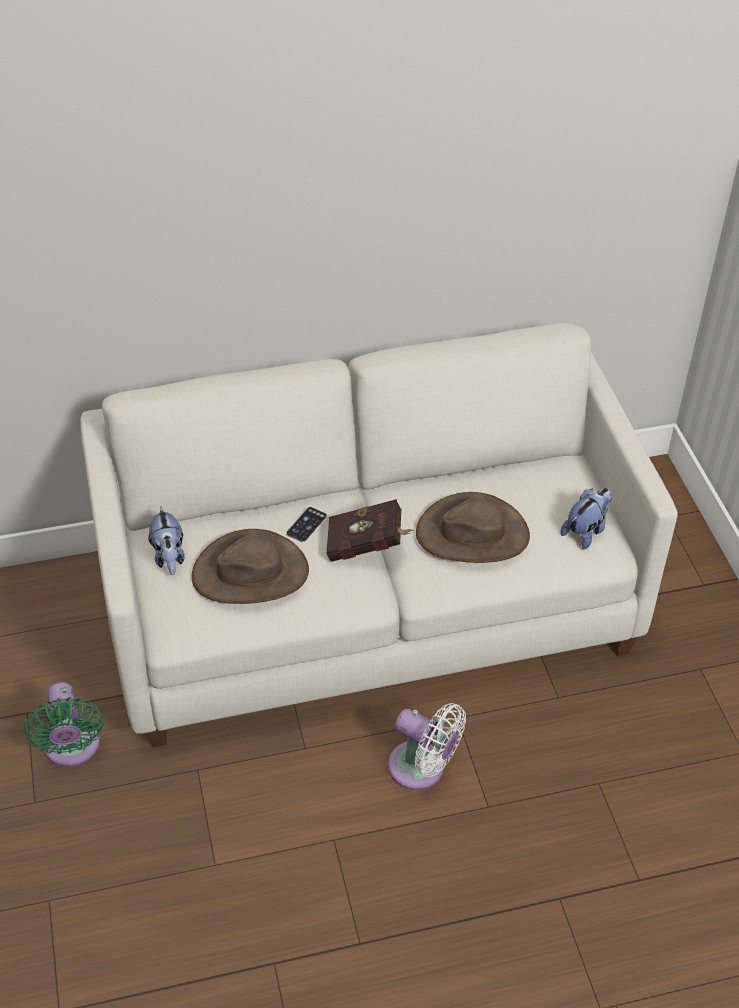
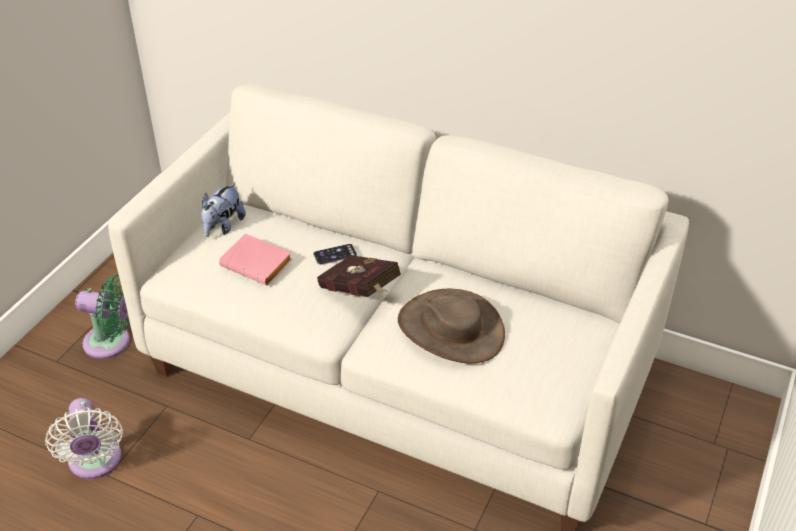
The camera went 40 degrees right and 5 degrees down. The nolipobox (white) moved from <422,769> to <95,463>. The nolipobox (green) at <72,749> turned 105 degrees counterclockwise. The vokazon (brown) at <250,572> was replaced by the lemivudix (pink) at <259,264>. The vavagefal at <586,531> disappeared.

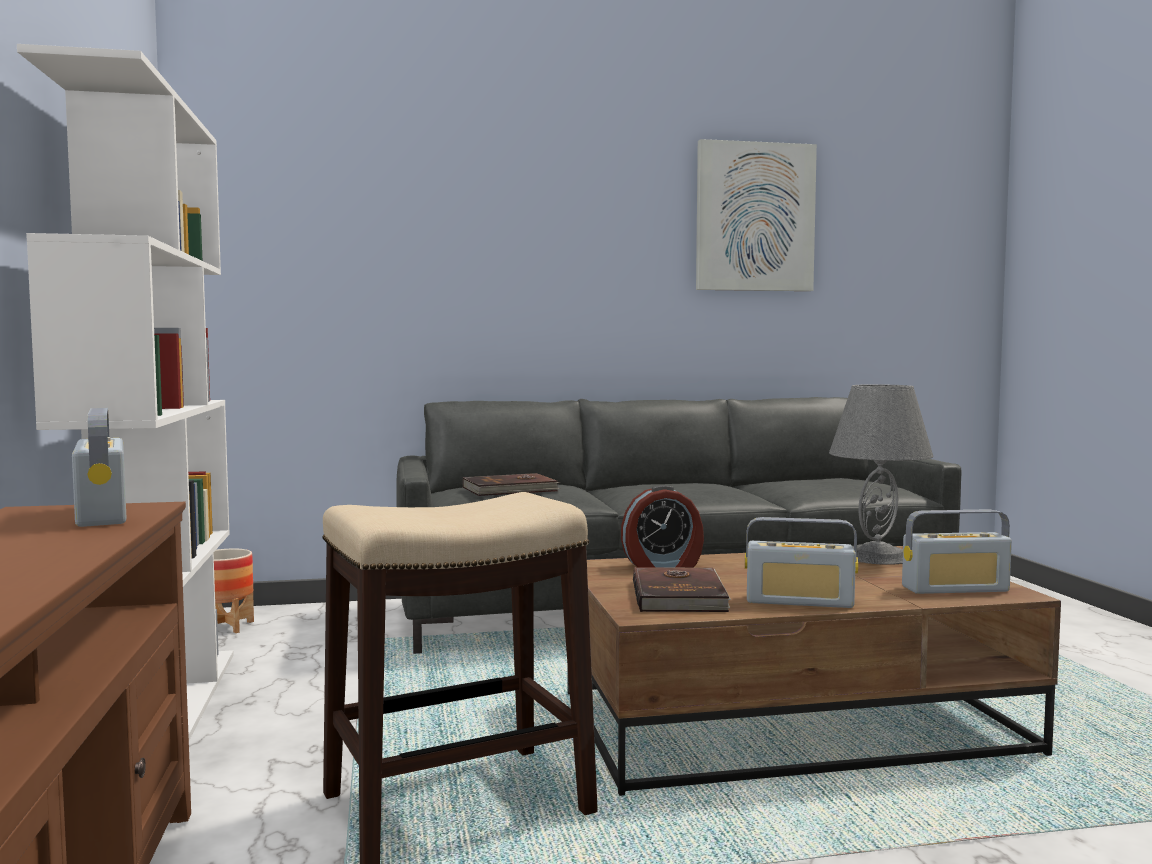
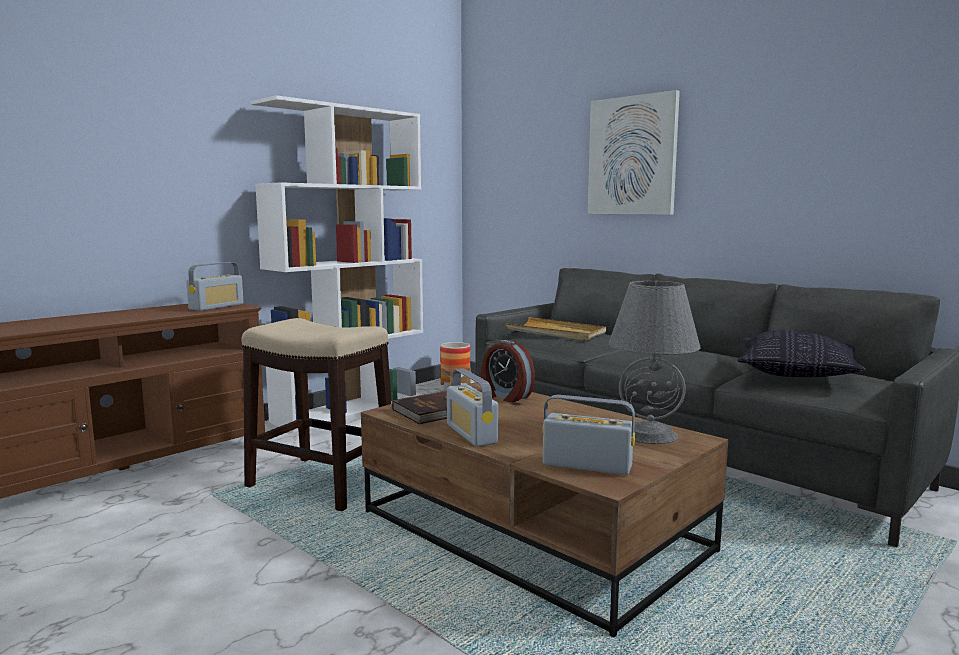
The camera went 55 degrees right and 5 degrees up. The lemivudix (brown) at <511,489> was replaced by the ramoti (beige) at <556,332>. The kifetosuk at <955,589> turned 150 degrees clockwise. The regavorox moved from <754,217> to <632,156>. The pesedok at <796,373> appeared.

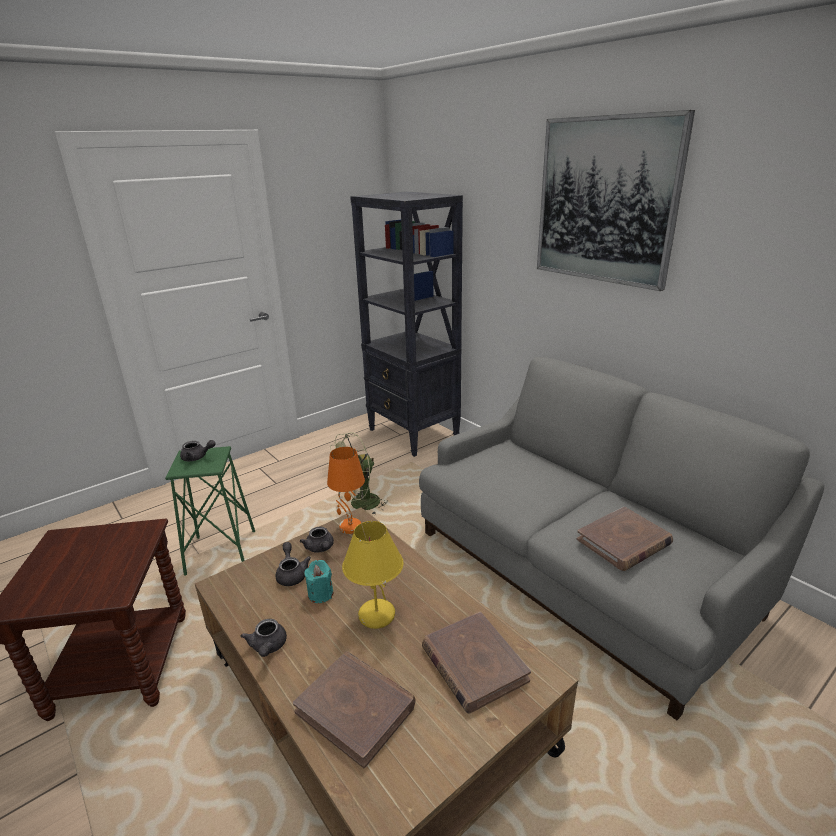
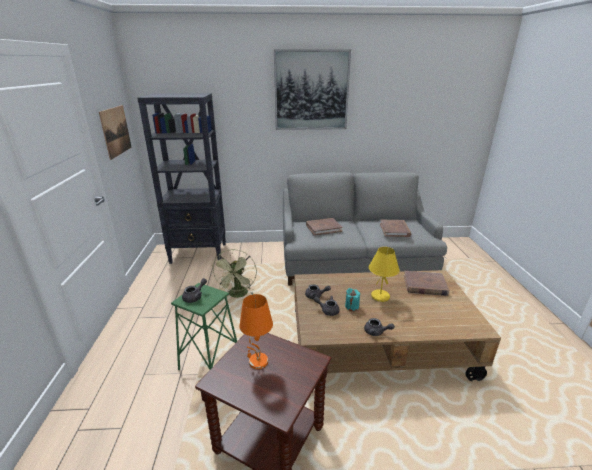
The camera went 55 degrees left and 0 degrees up. The regavorox at <116,131> appeared. The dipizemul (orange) moved from <349,527> to <258,362>. The lemivudix (brown) moved from <356,708> to <323,228>.

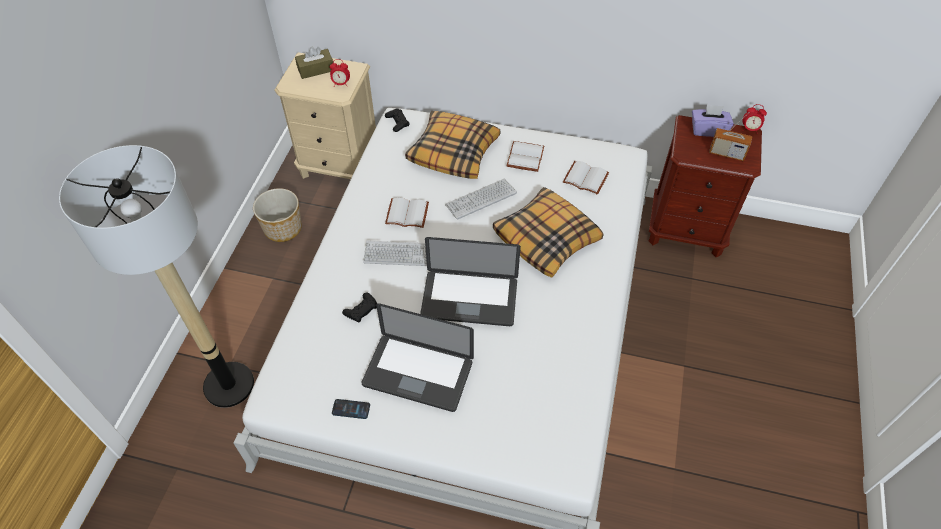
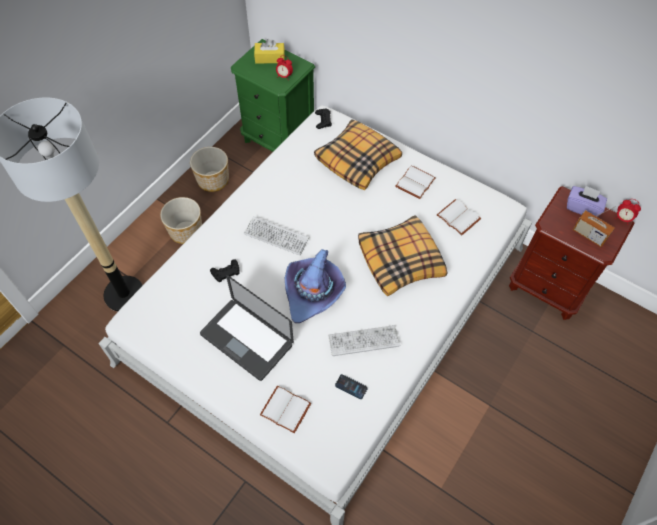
The camera went 20 degrees right and 5 degrees up. The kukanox at <185,231> appeared. The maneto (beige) at <339,165> became the maneto (green) at <278,140>. The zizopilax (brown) at <316,69> became the zizopilax (yellow) at <270,58>. The lemivudix (white) moved from <408,213> to <287,409>. The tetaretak at <469,299> was replaced by the vokazon (purple) at <313,292>. The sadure moved from <481,199> to <363,341>. The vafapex moved from <351,409> to <351,387>.

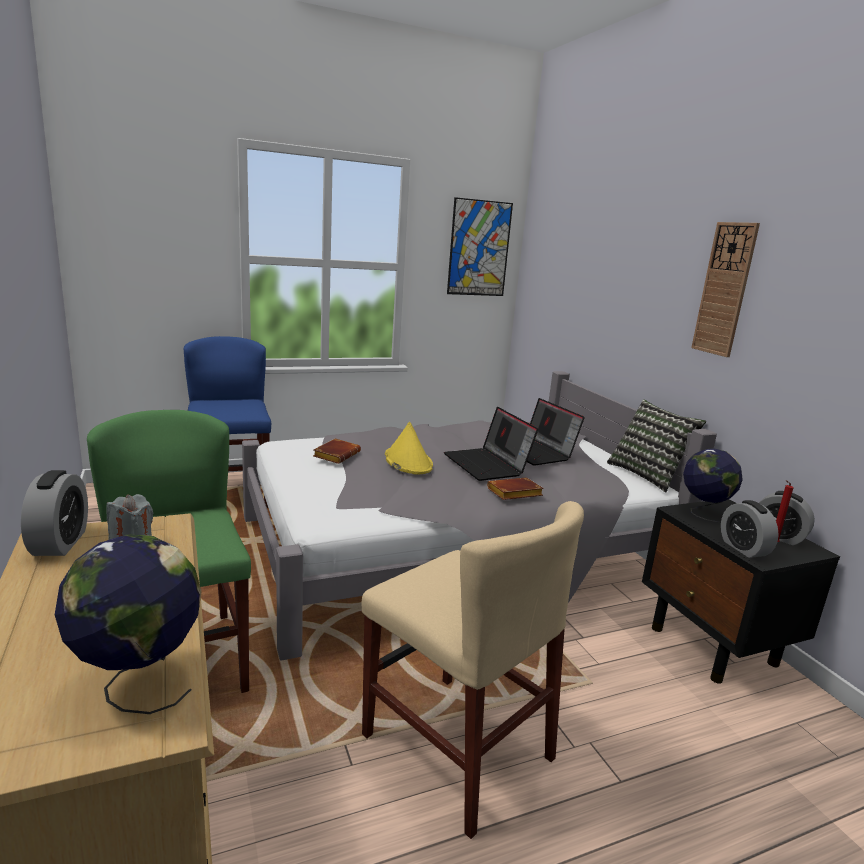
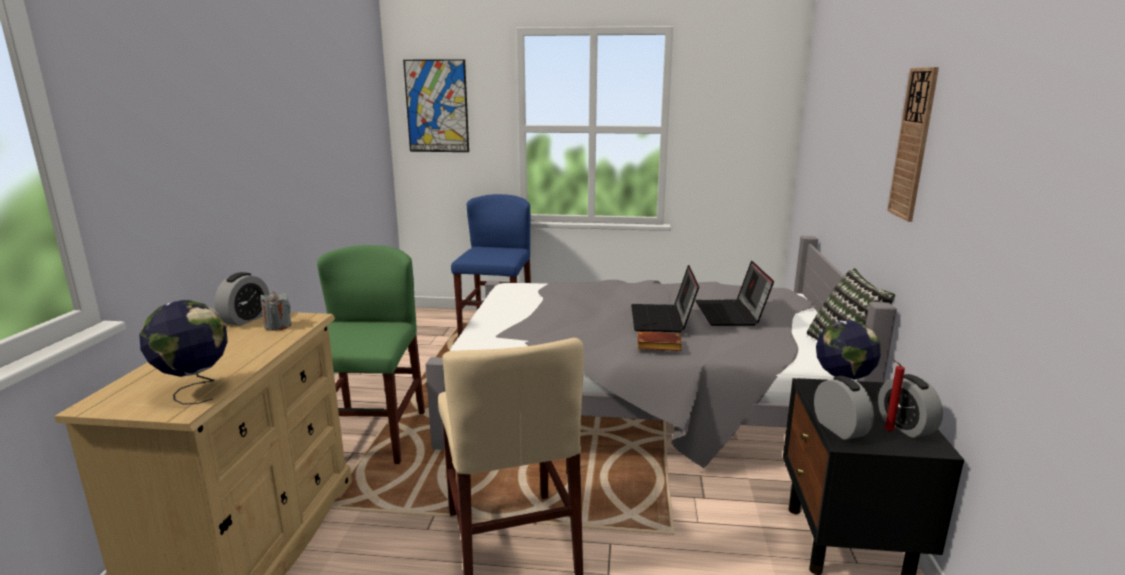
The camera went 30 degrees right and 0 degrees up. The regavorox moved from <479,248> to <437,106>. The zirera at <743,548> turned 150 degrees clockwise. The lemivudix (brown) at <336,455> disappeared. The vokazon (yellow) at <407,461> disappeared.

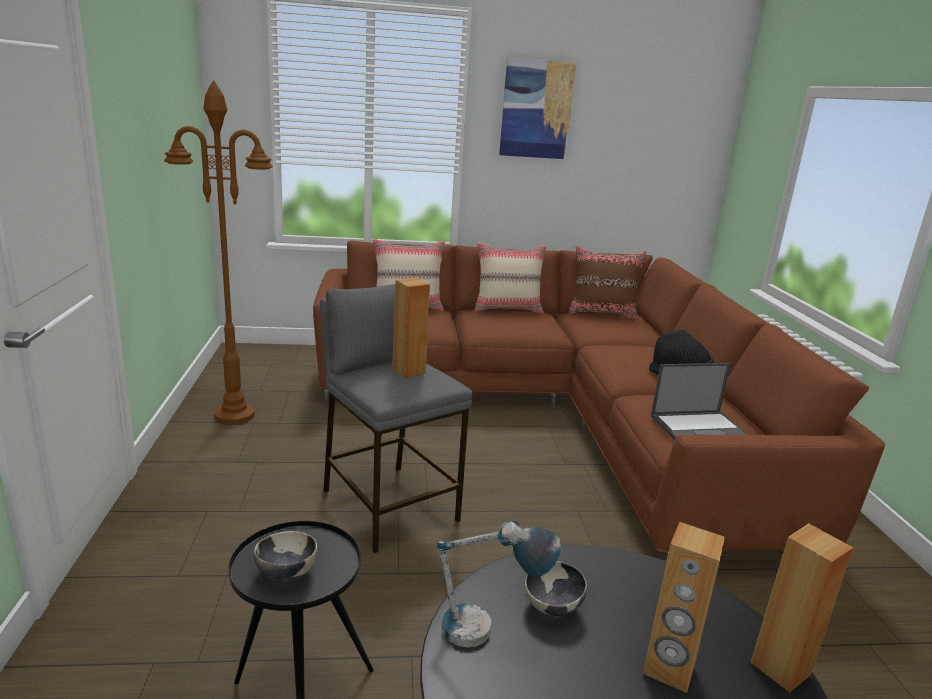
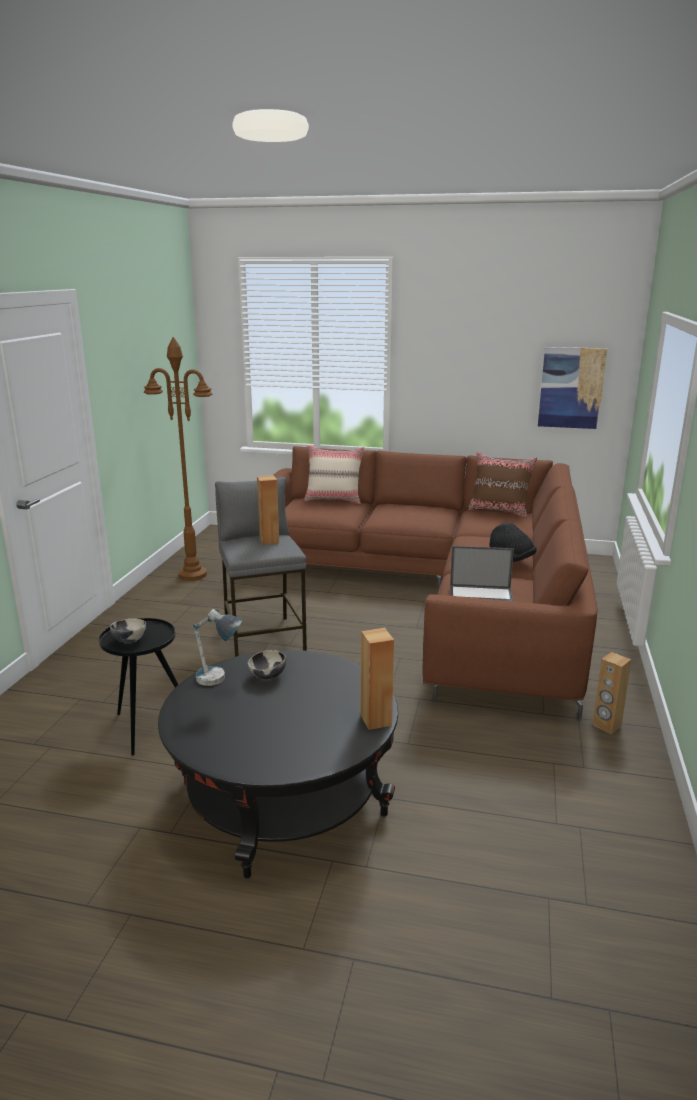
The camera went 20 degrees right and 0 degrees up. The regavorox moved from <536,109> to <571,388>. The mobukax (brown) moved from <668,670> to <606,726>. The pesedok (beige) at <508,309> disappeared.

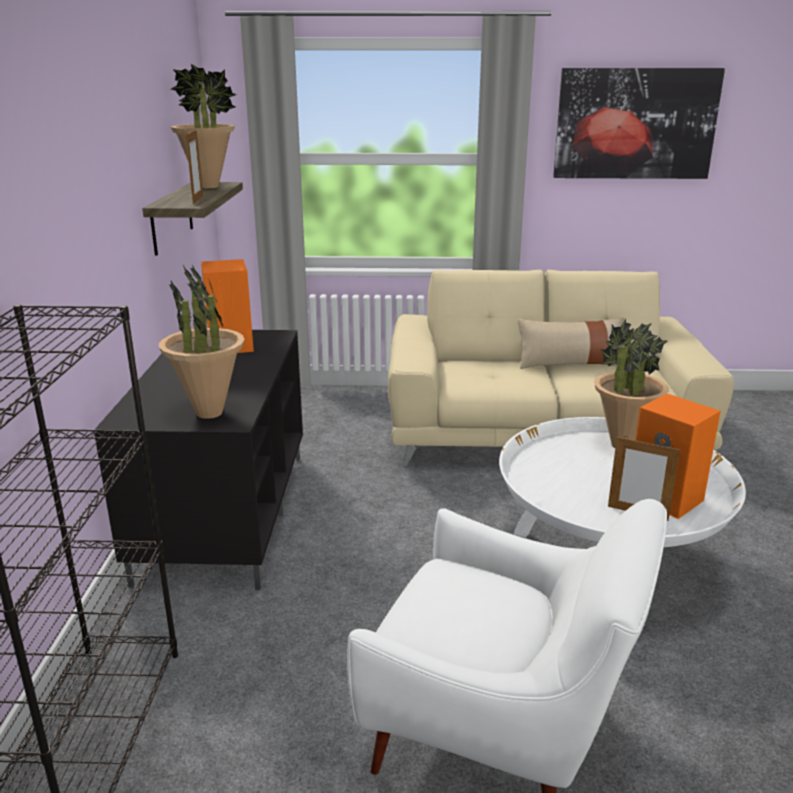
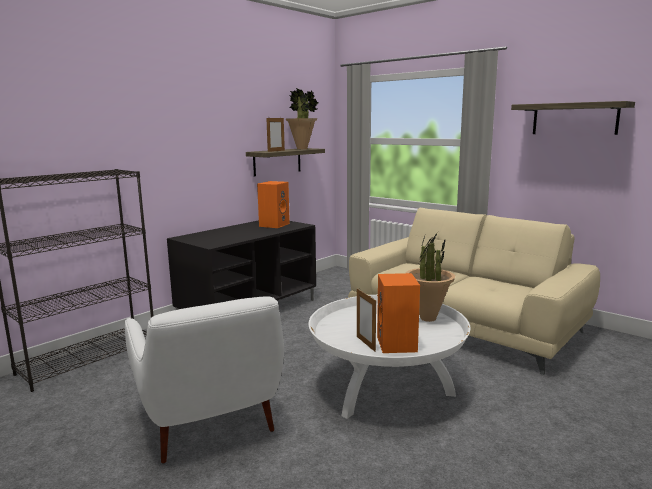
The camera went 40 degrees right and 10 degrees down. The regavorox at <635,124> was replaced by the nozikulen at <574,119>. The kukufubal at <210,413> disappeared. The pesedok (beige) at <570,363> disappeared.

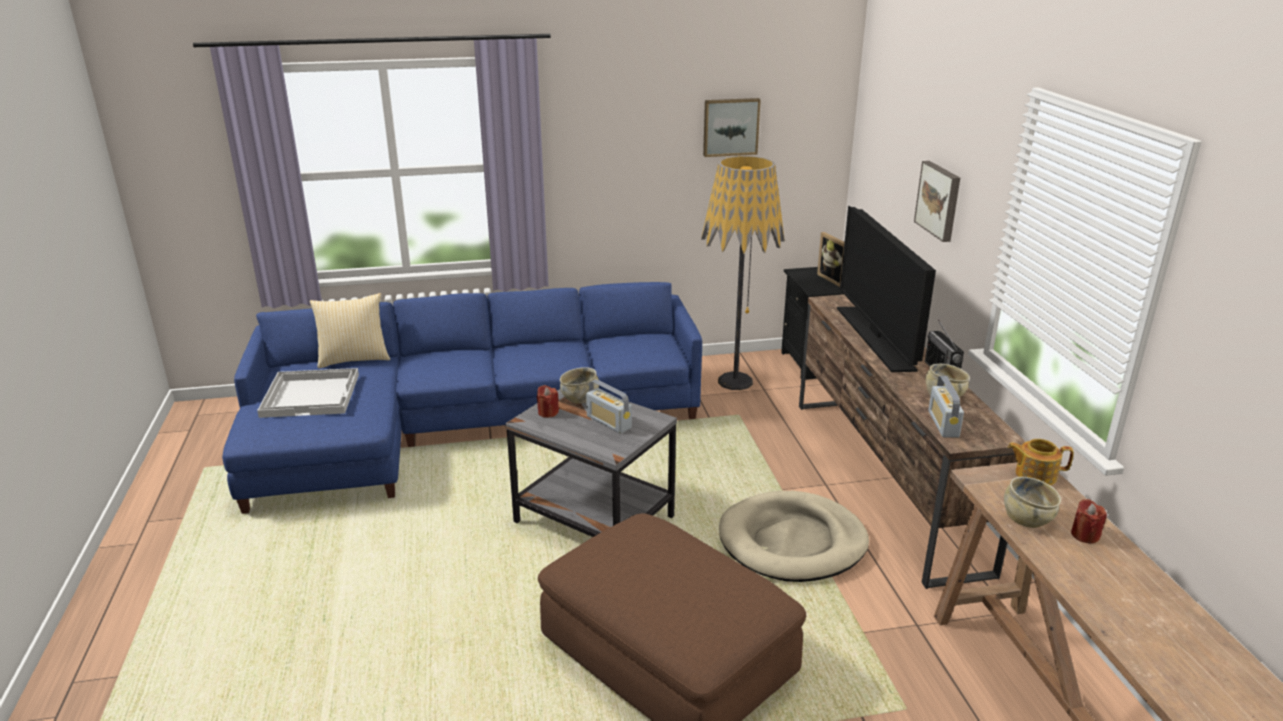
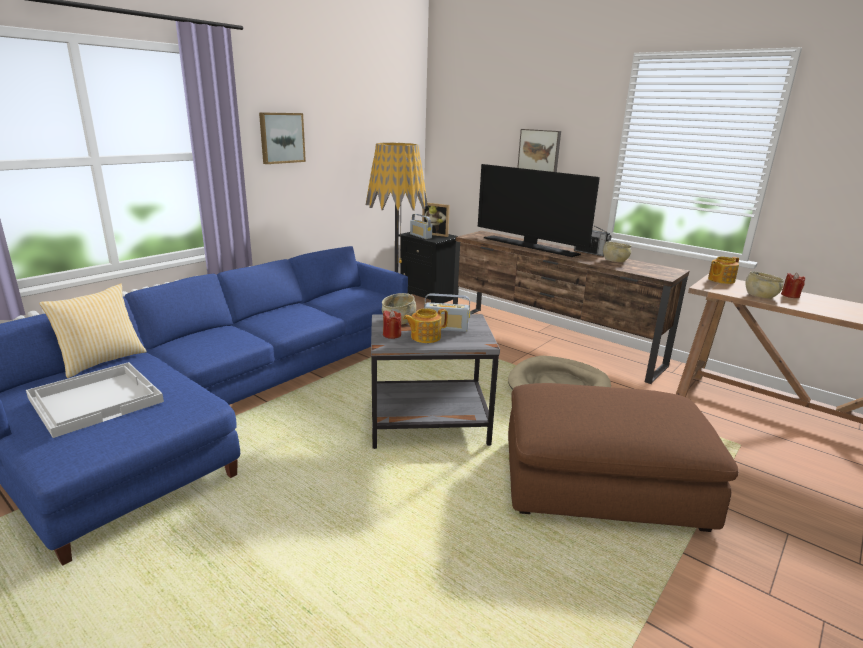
The camera went 40 degrees left and 5 degrees down. The regavorox moved from <730,127> to <281,138>. The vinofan at <425,337> appeared. The kifetosuk moved from <943,424> to <420,236>.

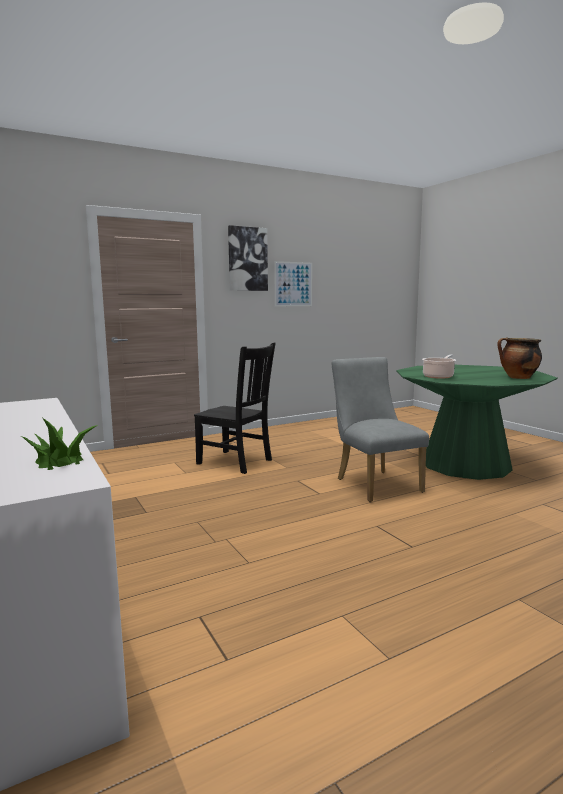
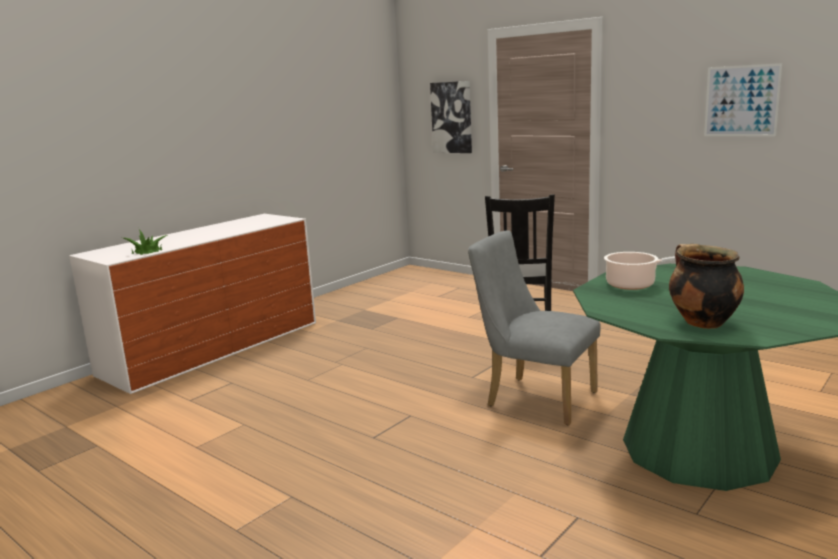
The camera went 70 degrees right and 5 degrees up. The regavorox moved from <247,259> to <452,117>. The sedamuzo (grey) at <374,483> turned 105 degrees counterclockwise.

